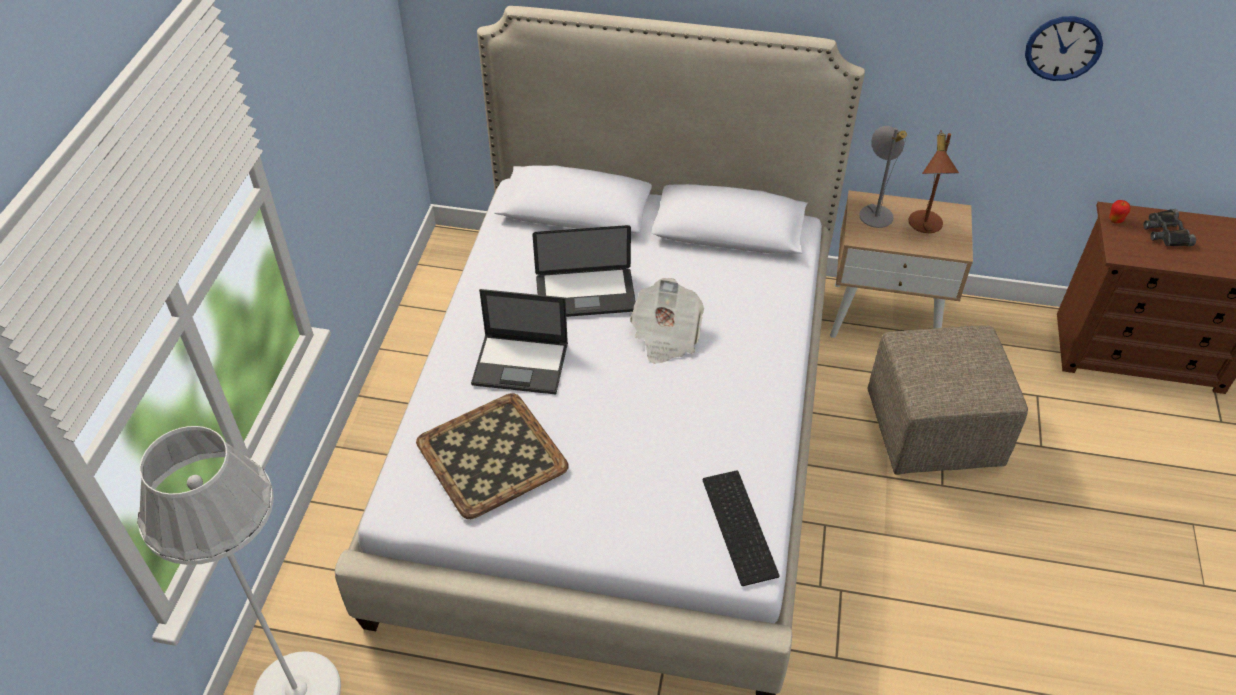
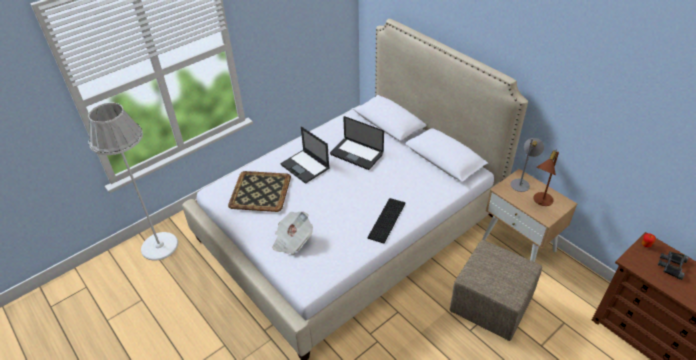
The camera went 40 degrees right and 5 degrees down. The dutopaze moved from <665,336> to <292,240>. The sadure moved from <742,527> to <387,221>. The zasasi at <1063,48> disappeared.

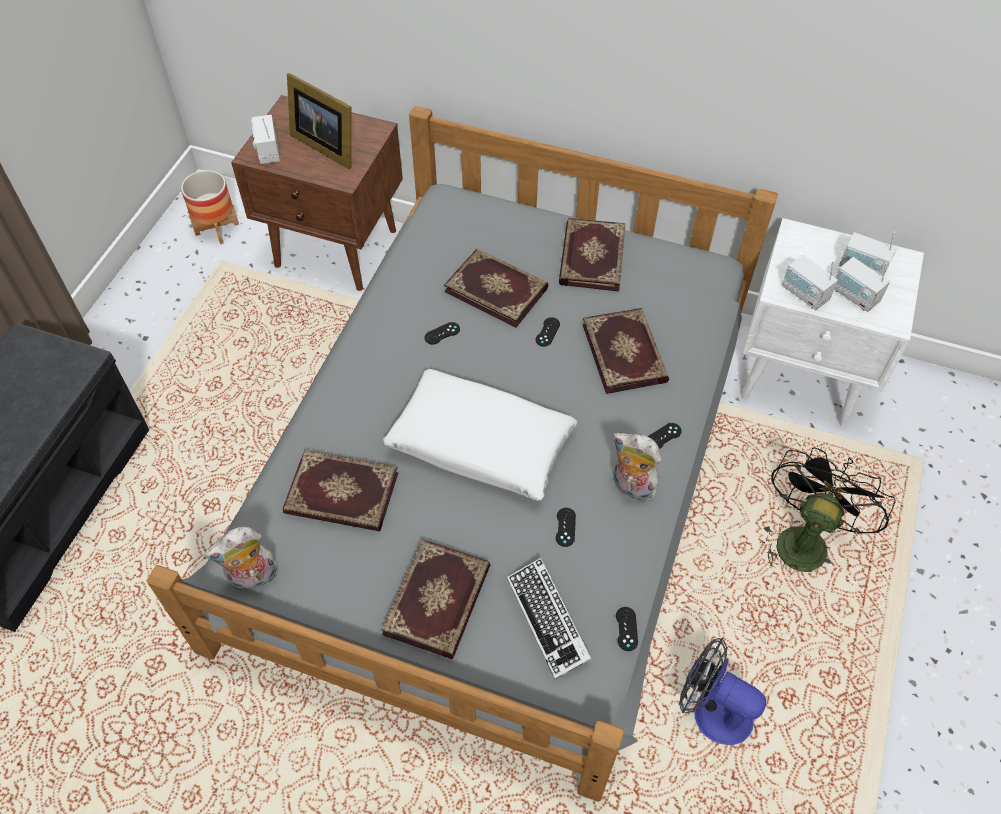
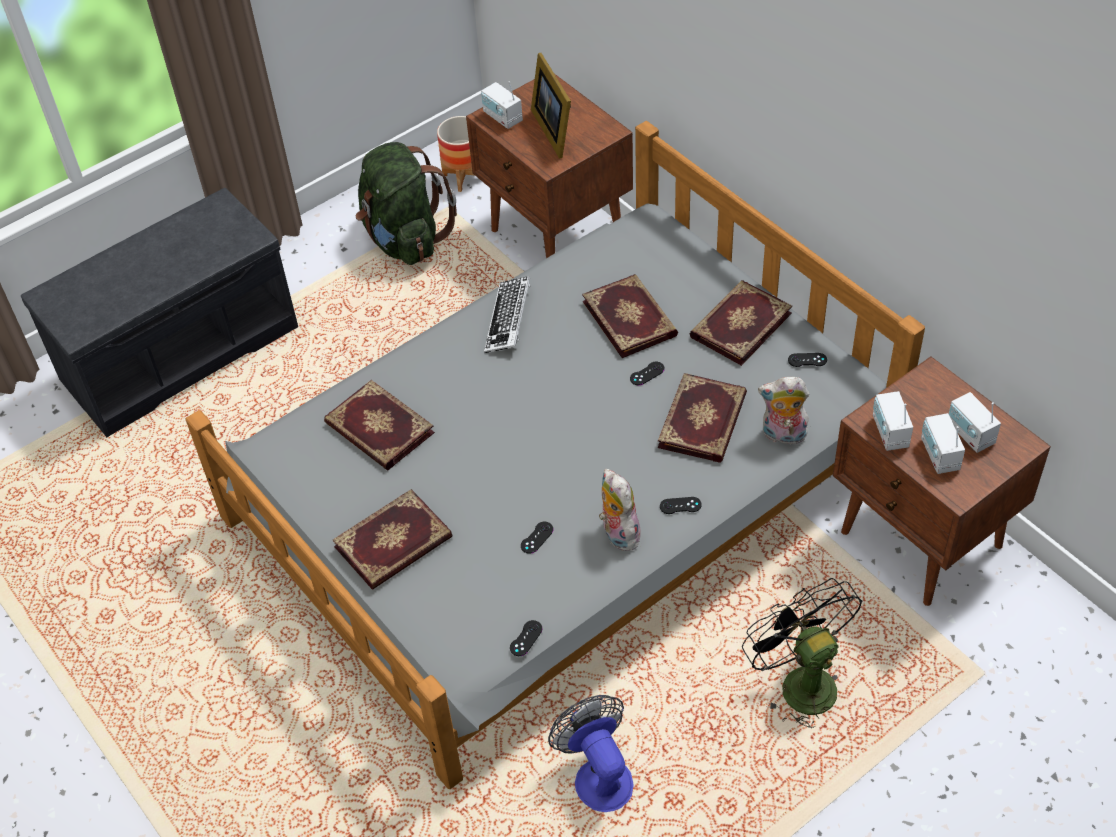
The camera went 35 degrees right and 5 degrees down. The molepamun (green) at <405,239> appeared. The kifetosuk at <268,151> turned 60 degrees counterclockwise. The sadure moved from <548,620> to <508,319>. The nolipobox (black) at <803,538> turned 90 degrees counterclockwise. The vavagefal moved from <253,579> to <782,435>. The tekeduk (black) moved from <442,333> to <807,360>. The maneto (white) at <803,376> became the maneto (brown) at <922,540>. The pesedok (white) at <480,444> disappeared.

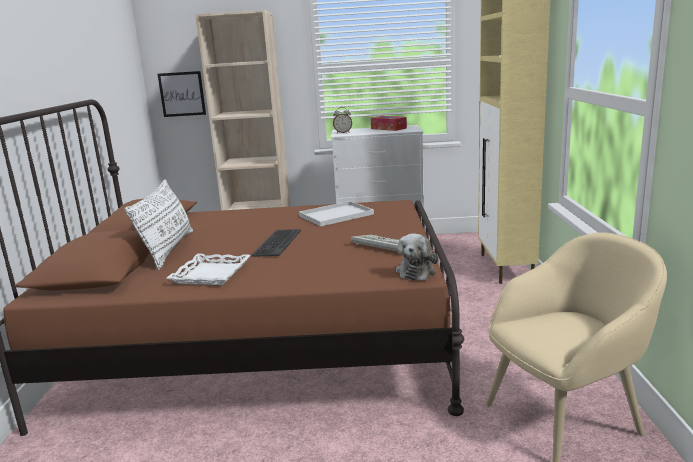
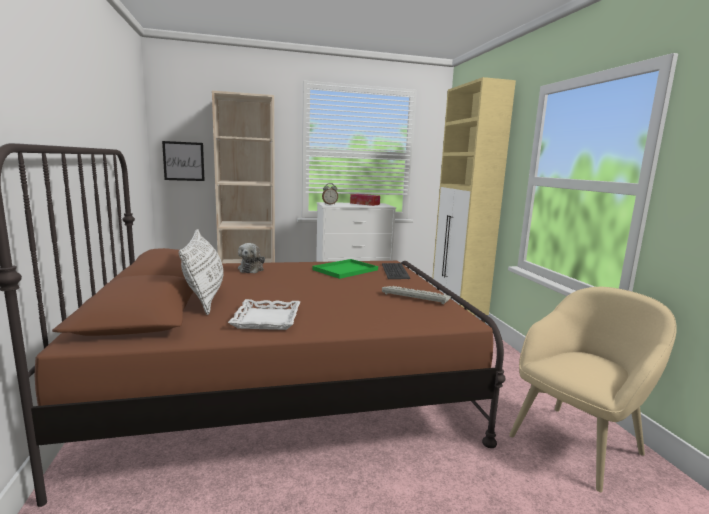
The camera went 15 degrees left and 5 degrees down. The vavagefal moved from <416,271> to <251,269>. The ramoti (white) at <337,214> became the ramoti (green) at <345,269>. The sadure moved from <277,243> to <394,271>.

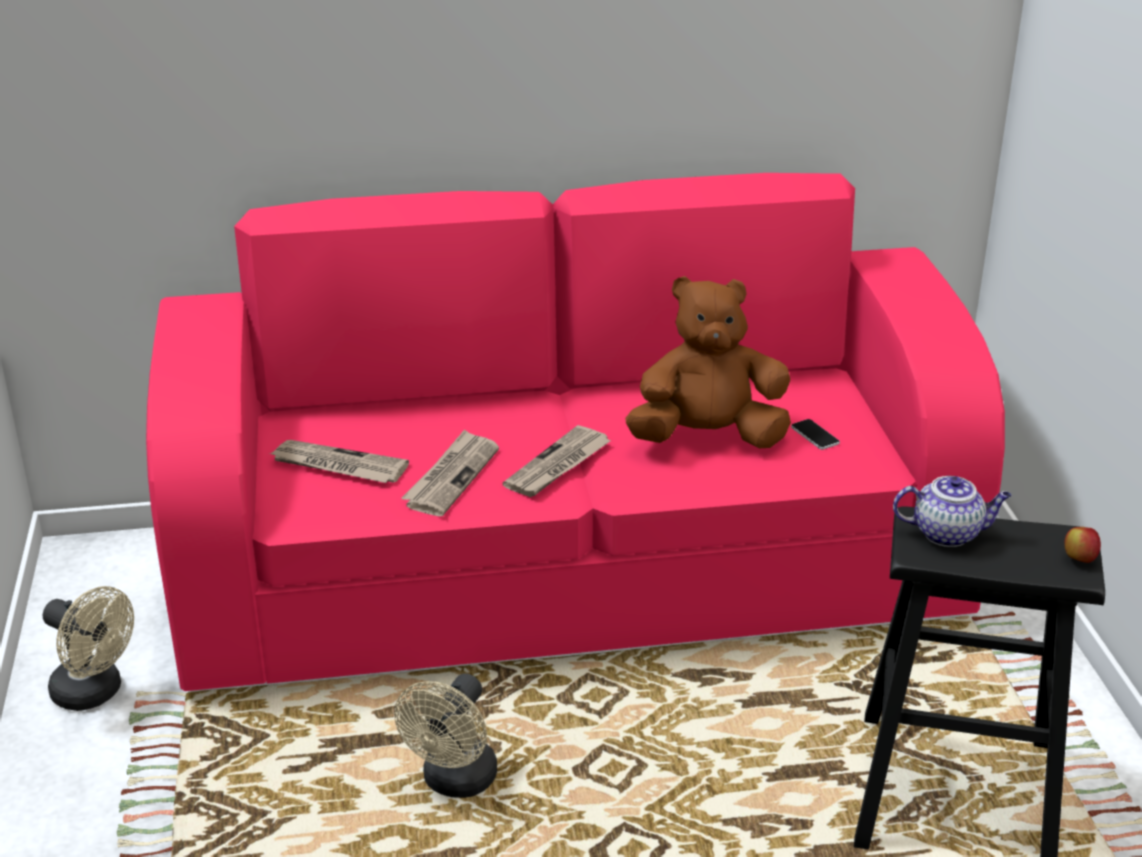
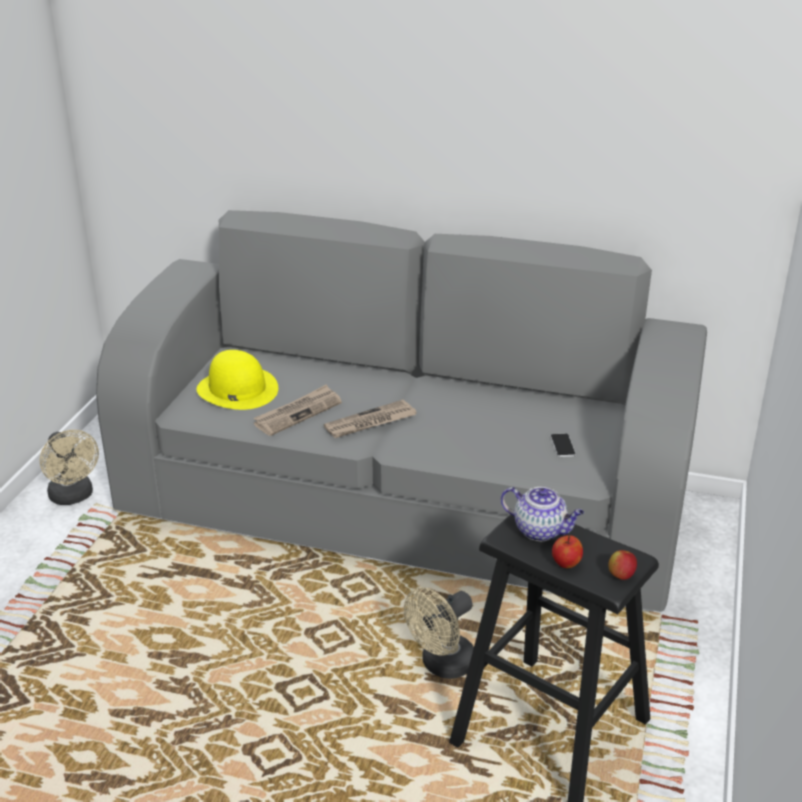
The camera went 25 degrees right and 0 degrees up. The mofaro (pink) at <572,576> became the mofaro (grey) at <402,506>. The dutopaze at <338,466> was replaced by the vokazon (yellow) at <237,389>. The nolipobox (beige) moved from <455,782> to <442,665>. The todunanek at <566,564> appeared. The vavagefal (brown) at <707,438> disappeared.

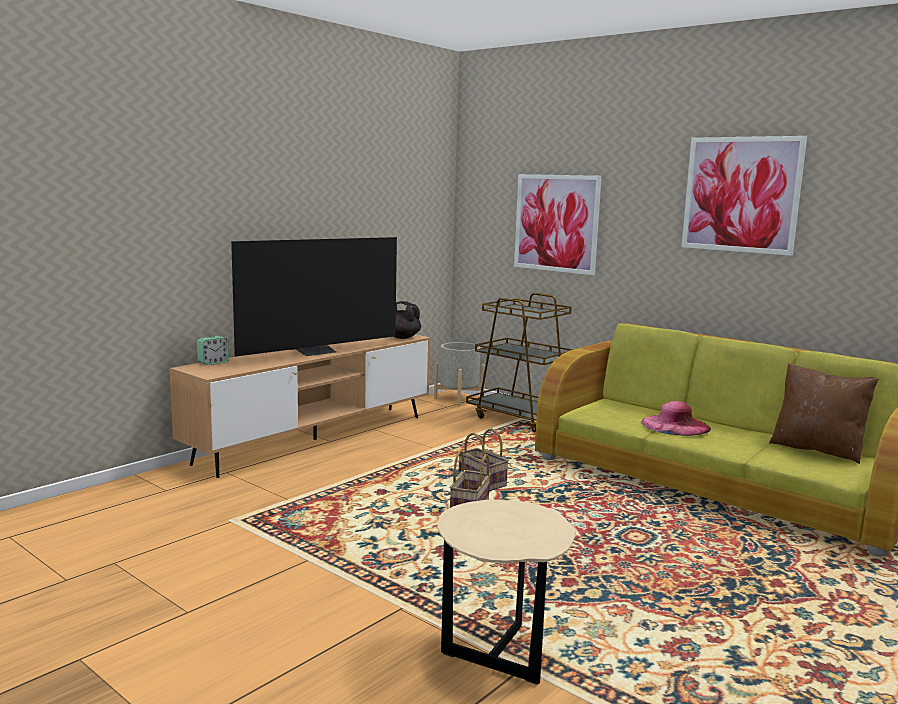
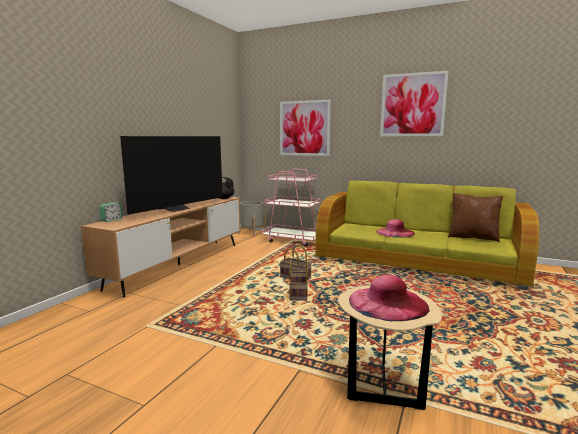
The camera went 15 degrees left and 0 degrees up. The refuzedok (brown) at <521,419> became the refuzedok (pink) at <293,240>. The vokazon (pink) at <388,303> appeared.

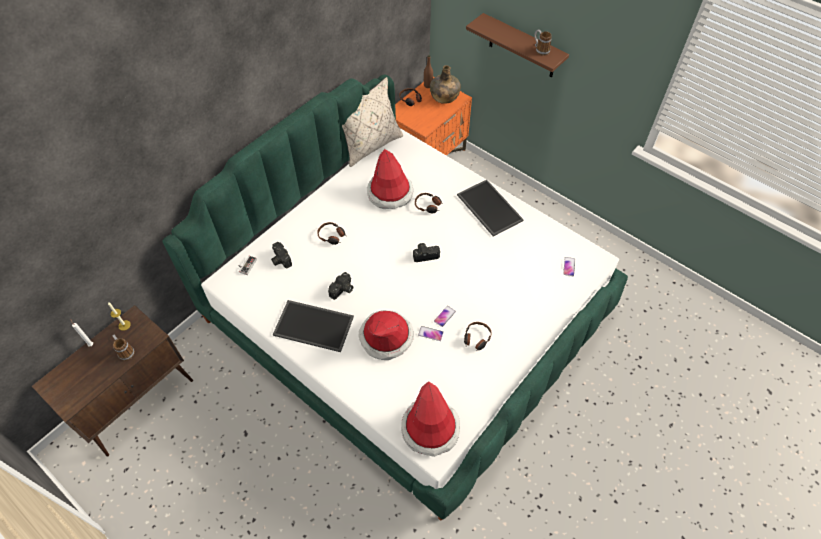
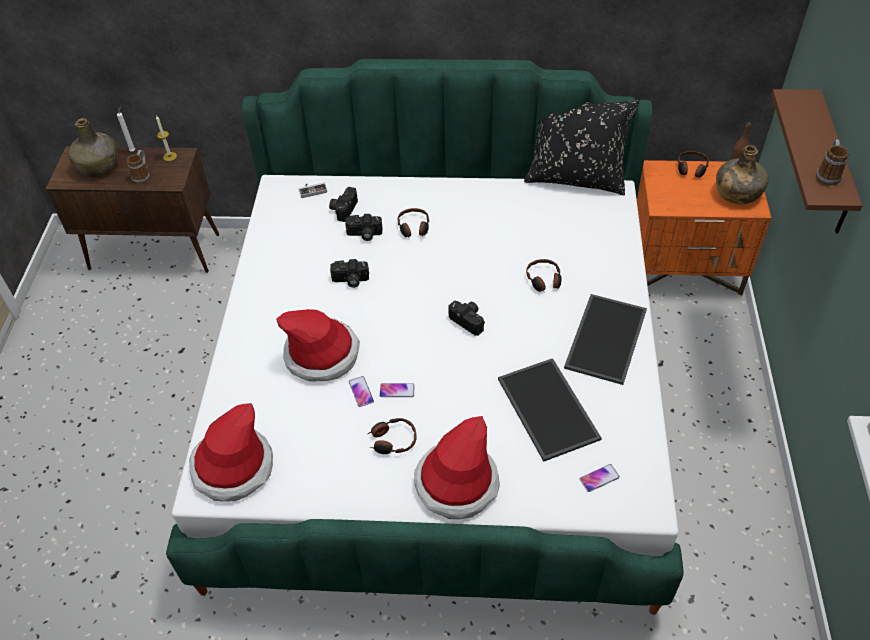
The camera went 55 degrees right and 5 degrees down. The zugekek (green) at <99,166> appeared. The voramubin at <364,234> appeared. The vokazon moved from <390,193> to <456,483>. The ramoti moved from <314,325> to <550,409>. The pesedok (beige) at <370,145> became the pesedok (black) at <575,178>.

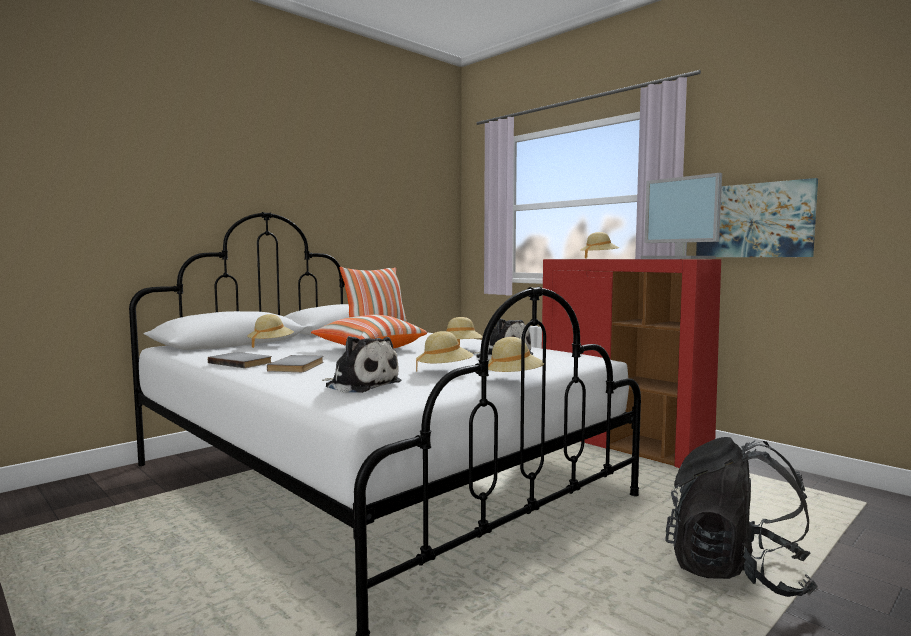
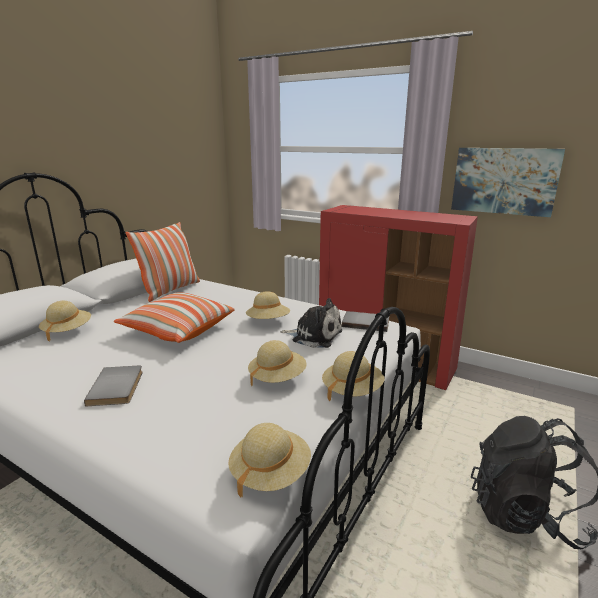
The camera went 15 degrees left and 15 degrees up. The vokazon (beige) moved from <599,258> to <270,473>. The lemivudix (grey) moved from <242,362> to <366,323>. The vavagefal at <360,385> disappeared. The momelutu at <679,258> disappeared.

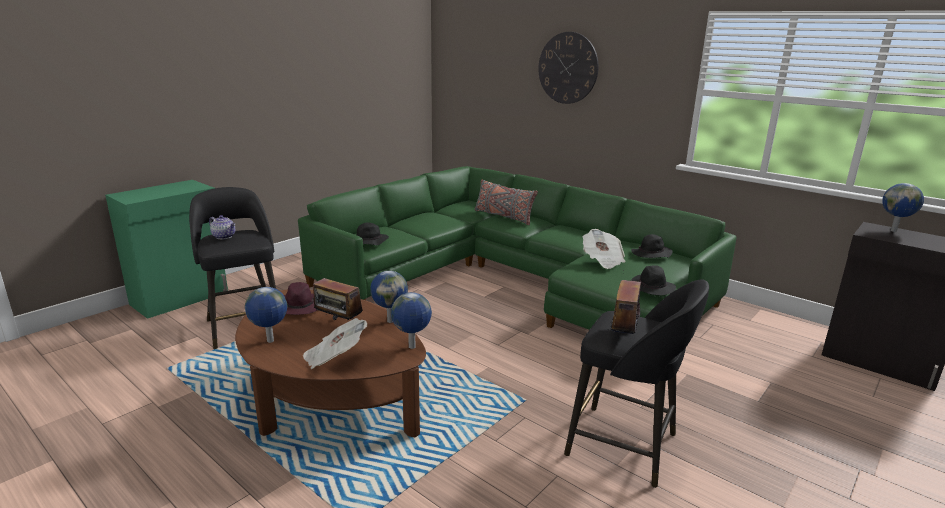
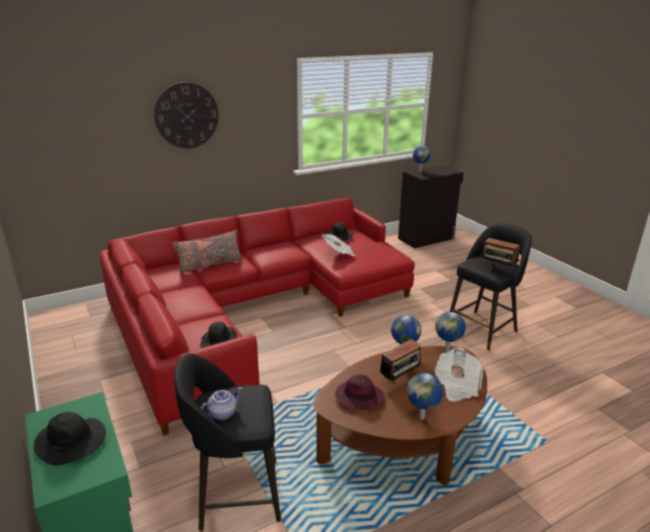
The camera went 70 degrees left and 5 degrees up. The vokazon (black) moved from <652,288> to <72,443>. The mofaro (green) at <514,281> became the mofaro (red) at <253,310>.

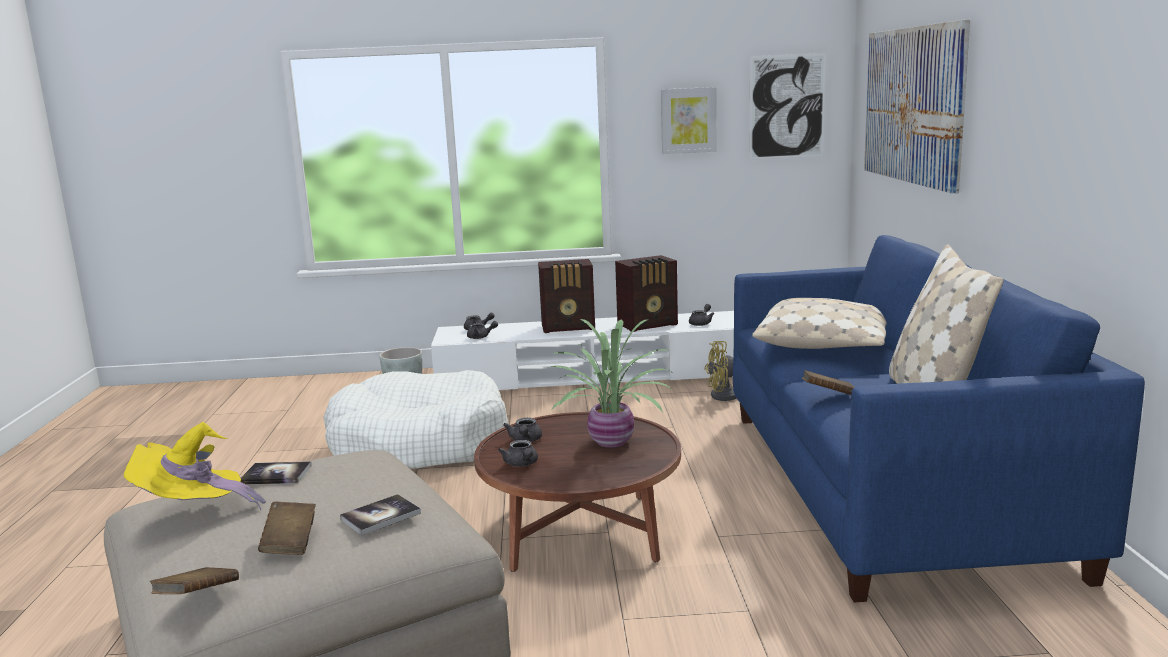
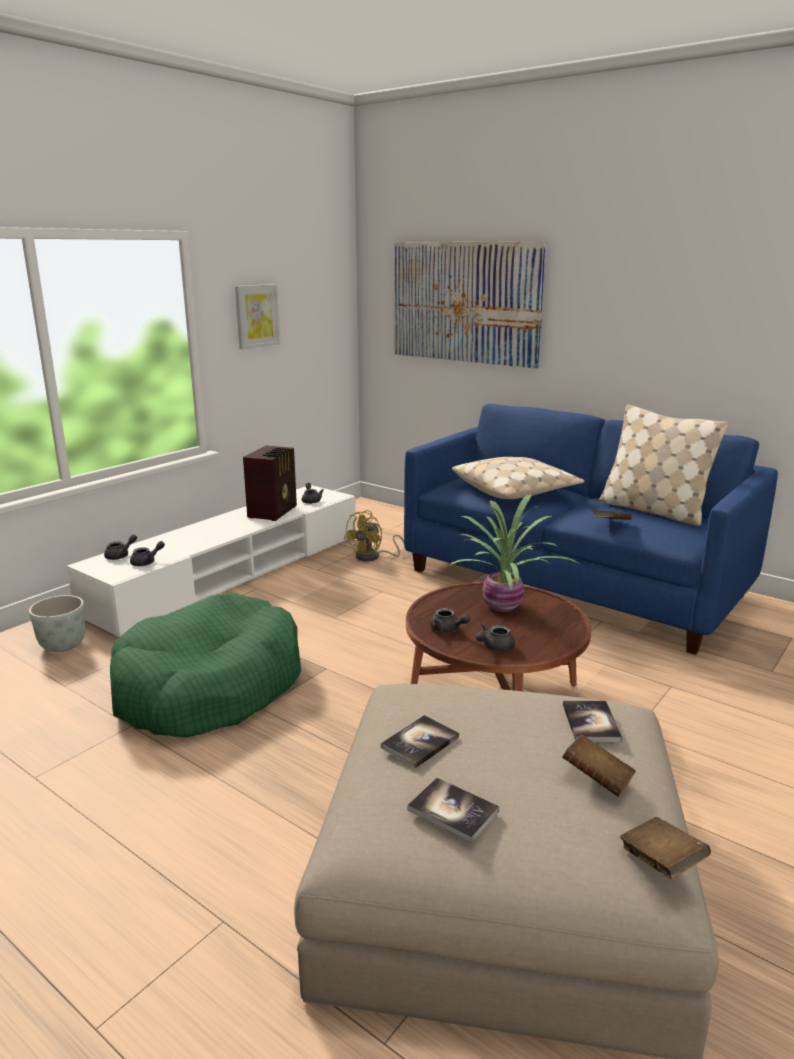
The camera went 50 degrees left and 5 degrees up. The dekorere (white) at <419,443> became the dekorere (green) at <209,687>. The vokazon (yellow) at <194,510> was replaced by the lemivudix at <453,811>. The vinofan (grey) at <522,464> turned 120 degrees clockwise. The kifetosuk at <569,327> disappeared. The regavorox at <787,106> disappeared.

